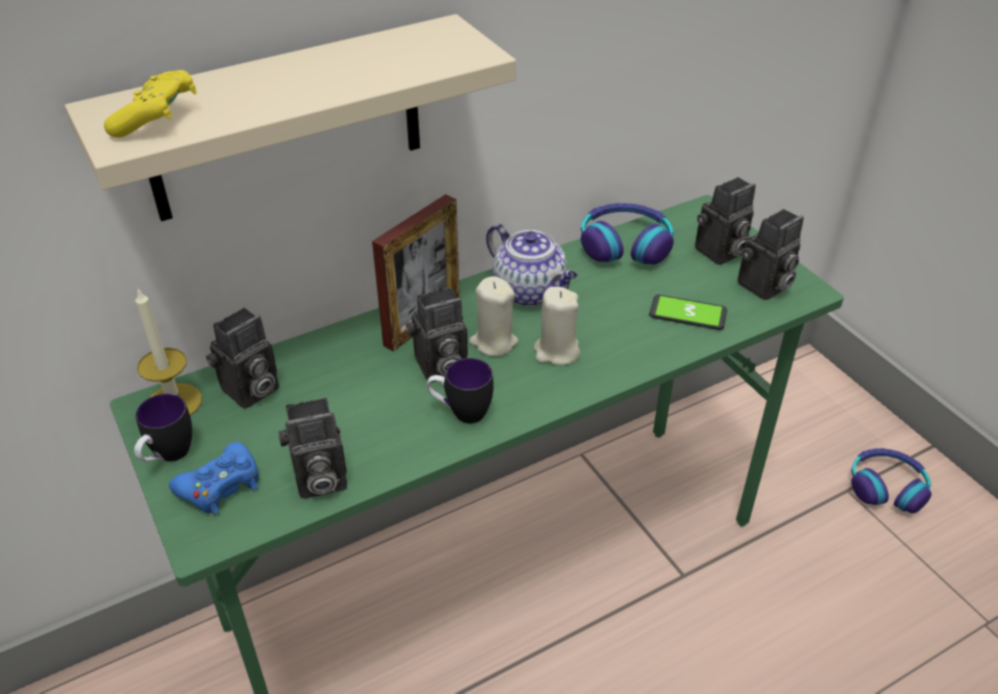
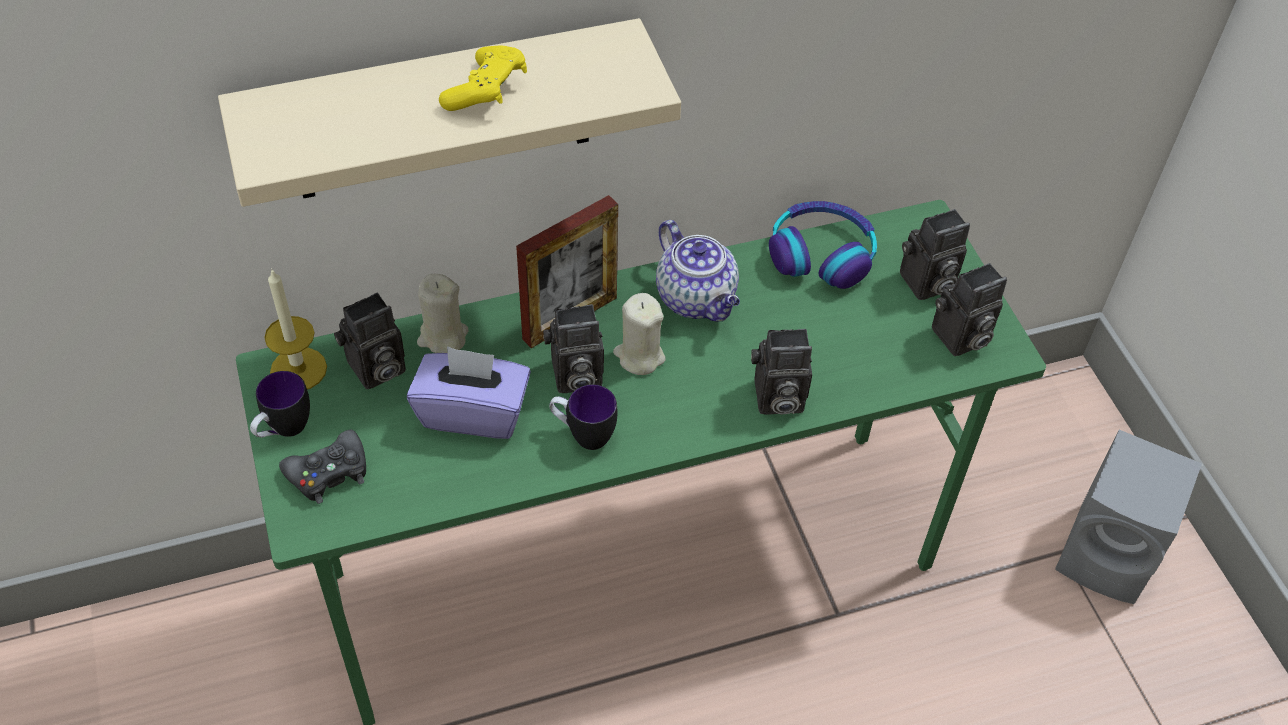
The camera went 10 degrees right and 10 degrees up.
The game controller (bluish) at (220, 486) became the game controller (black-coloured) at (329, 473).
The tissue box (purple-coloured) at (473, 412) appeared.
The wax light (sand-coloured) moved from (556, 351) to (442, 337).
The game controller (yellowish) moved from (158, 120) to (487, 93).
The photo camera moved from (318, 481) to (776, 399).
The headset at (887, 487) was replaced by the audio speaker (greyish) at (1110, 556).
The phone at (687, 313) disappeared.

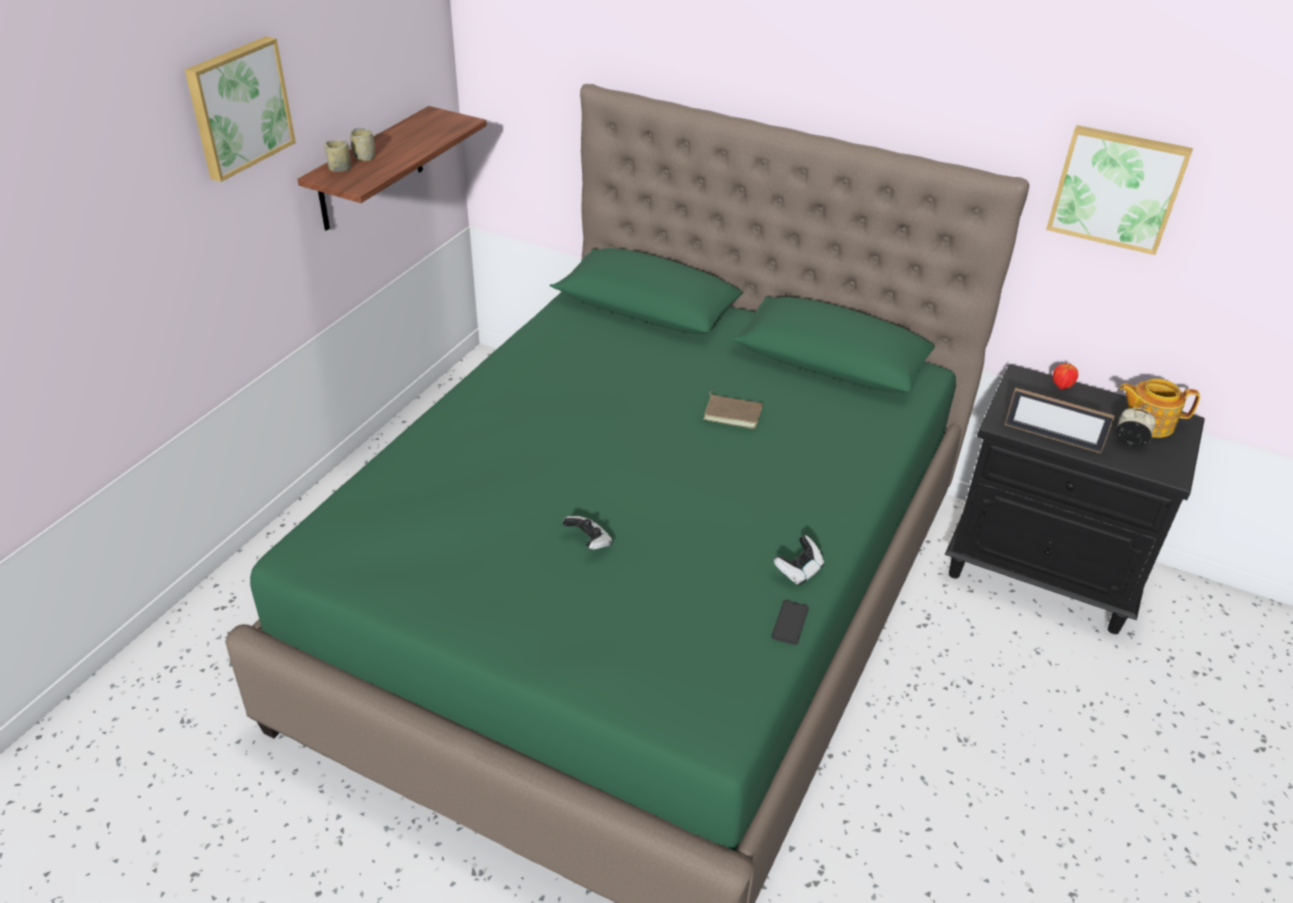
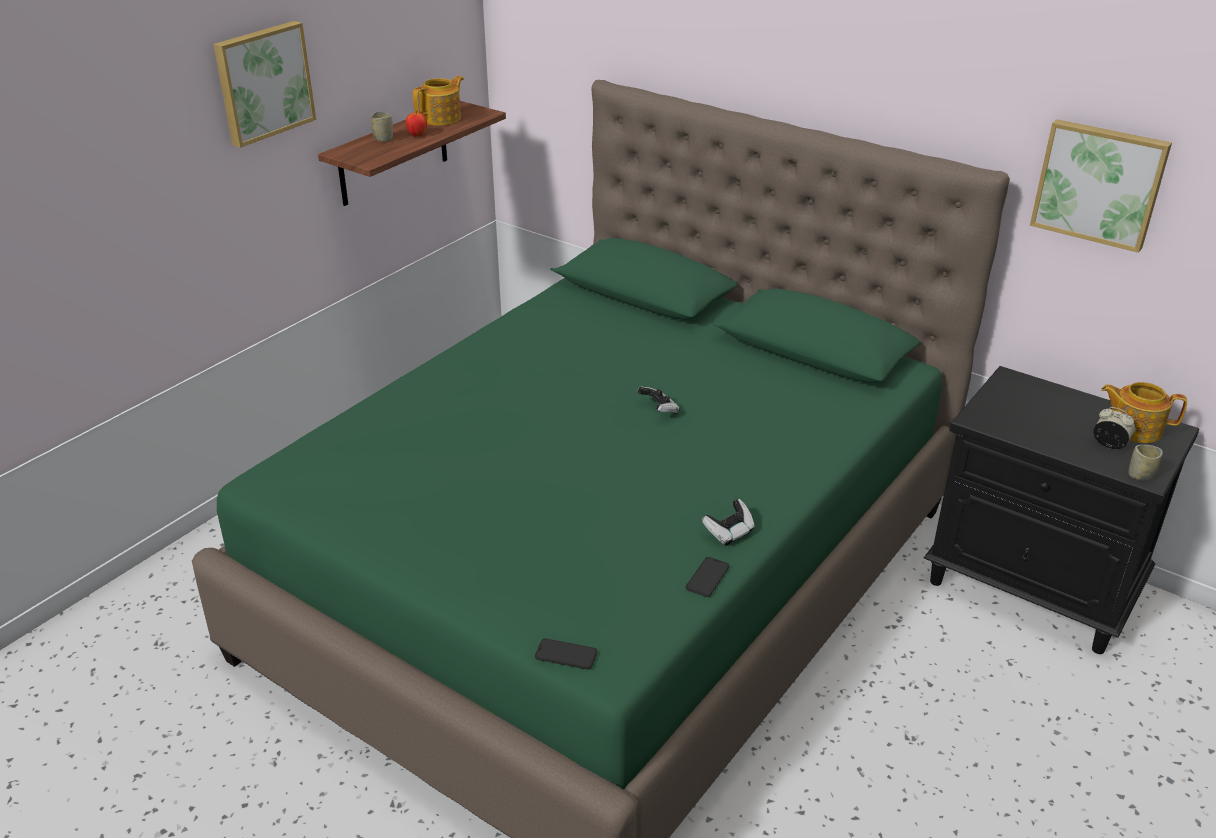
The camera went 10 degrees right and 5 degrees down.
The apple fruit moved from (1061, 386) to (417, 135).
The pot for tea at (442, 118) appeared.
The phone at (566, 654) appeared.
The game controller moved from (589, 542) to (659, 410).
The drinking cup moved from (340, 169) to (1140, 475).
The volume (brownish) at (733, 413) disappeared.
The picture frame at (1052, 438) disappeared.

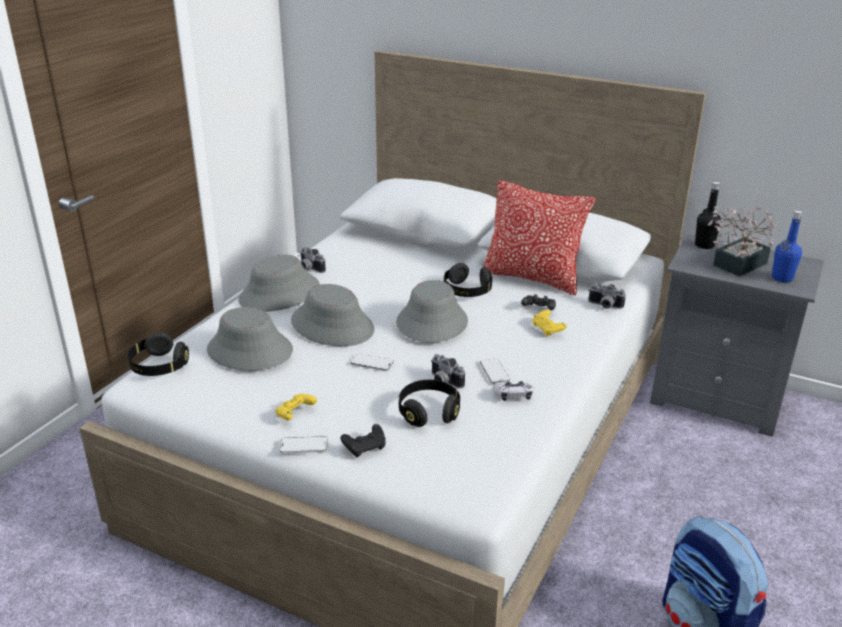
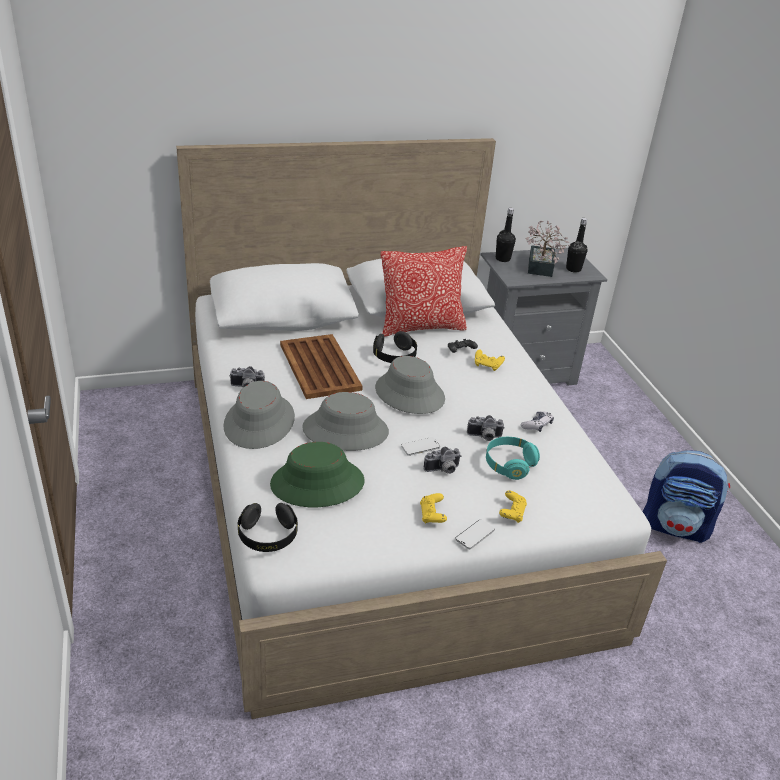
The camera went 45 degrees left and 5 degrees up.
The clothing hat (greyish) at (249, 351) became the clothing hat (greenish) at (317, 483).
The carrying tray (brownish) at (319, 367) appeared.
The photo camera moved from (604, 306) to (443, 470).
The headset (black-coloured) at (428, 412) became the headset (turquoise-coloured) at (509, 465).
The game controller (black-coloured) at (365, 448) became the game controller (yellowish) at (512, 513).
The drink bottle (bluish) at (782, 278) became the drink bottle (black-coloured) at (573, 269).
The phone at (494, 372) disappeared.

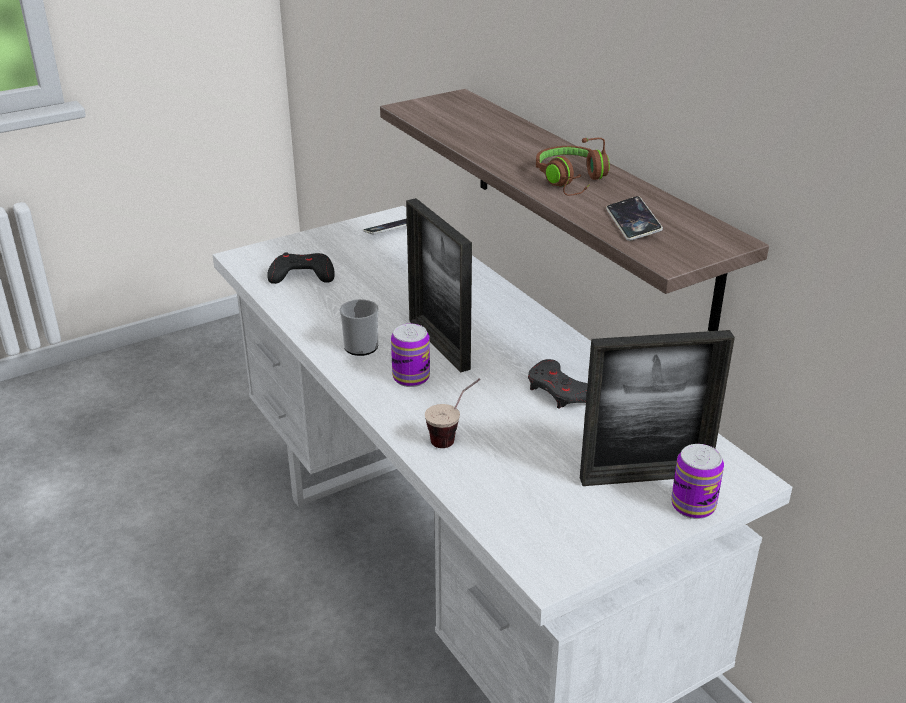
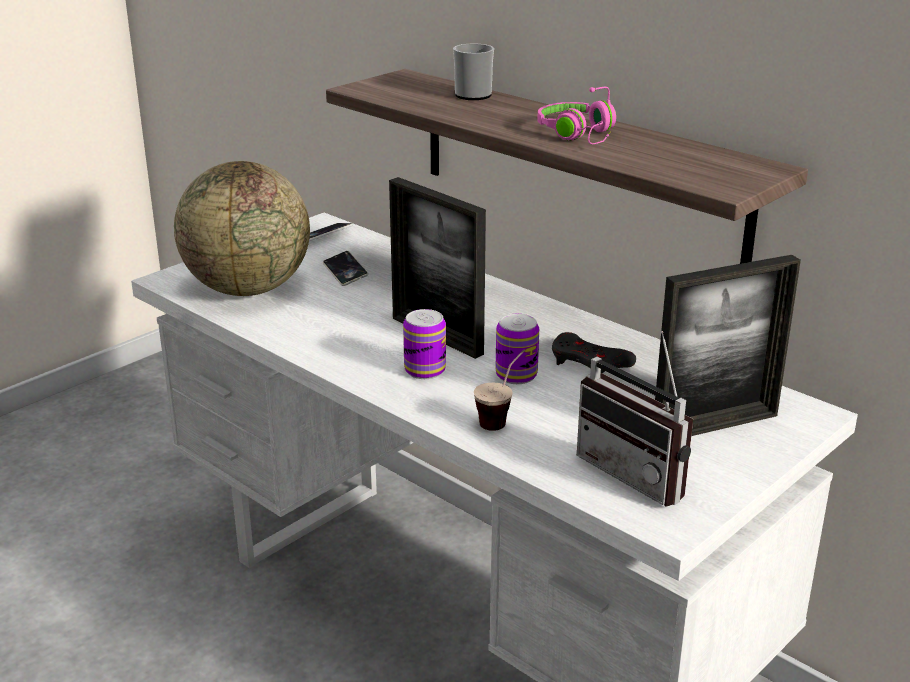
The camera went 15 degrees left and 5 degrees down.
The game controller (black-coloured) at (302, 275) was replaced by the world globe at (248, 289).
The phone moved from (632, 223) to (345, 272).
The coffee mug moved from (360, 344) to (470, 94).
The sealed can moved from (693, 506) to (516, 375).
The headset (brownish) at (572, 181) became the headset (pinkish) at (580, 135).
The radio receiver at (640, 473) appeared.

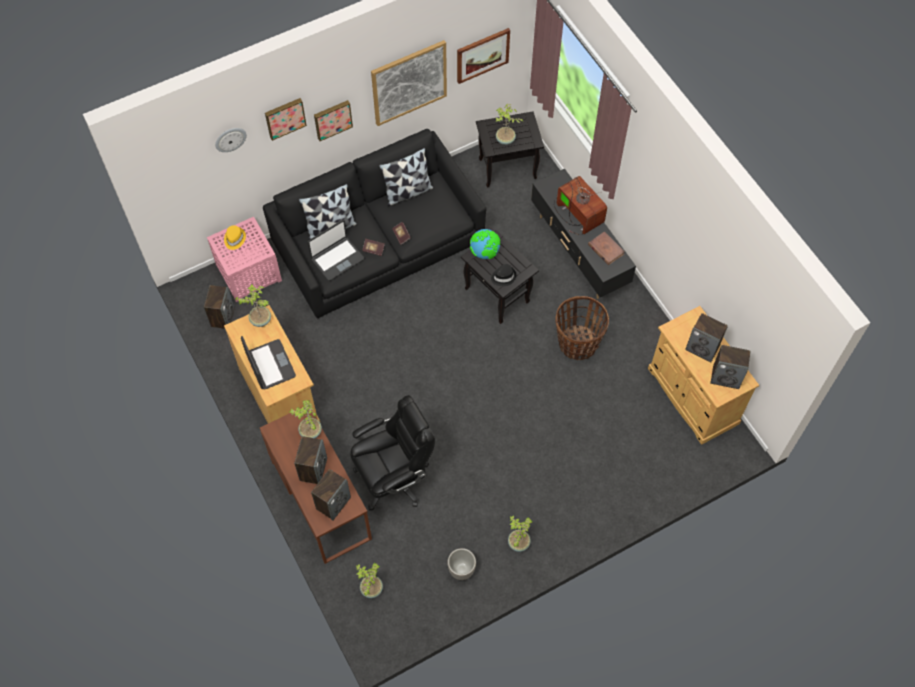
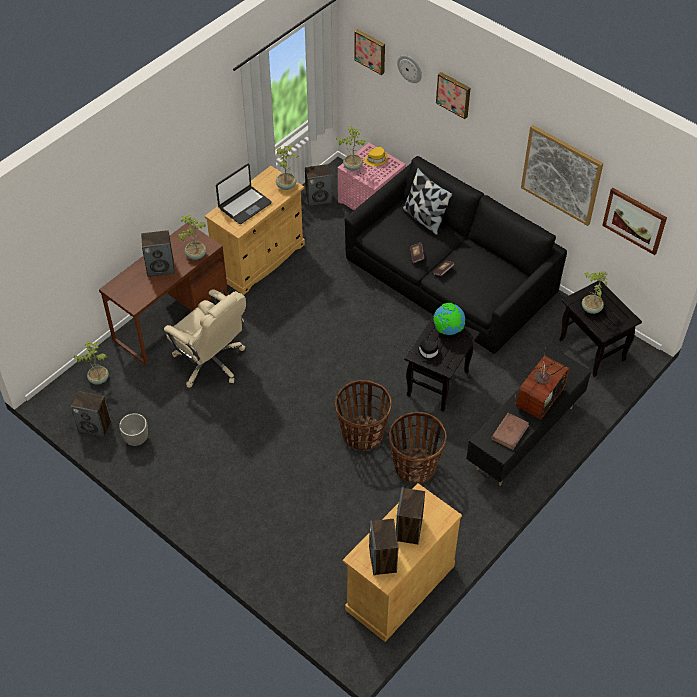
The camera went 70 degrees right and 10 degrees down.
The audio speaker moved from (333, 503) to (95, 426).
The desk chair (black-coloured) at (394, 477) became the desk chair (sand-coloured) at (211, 362).
The household basket at (362, 434) appeared.
The plant in a pot moved from (518, 543) to (352, 166).
The wall picture moved from (332, 119) to (371, 51).
The portable computer at (337, 258) disappeared.
The pillow at (407, 192) disappeared.

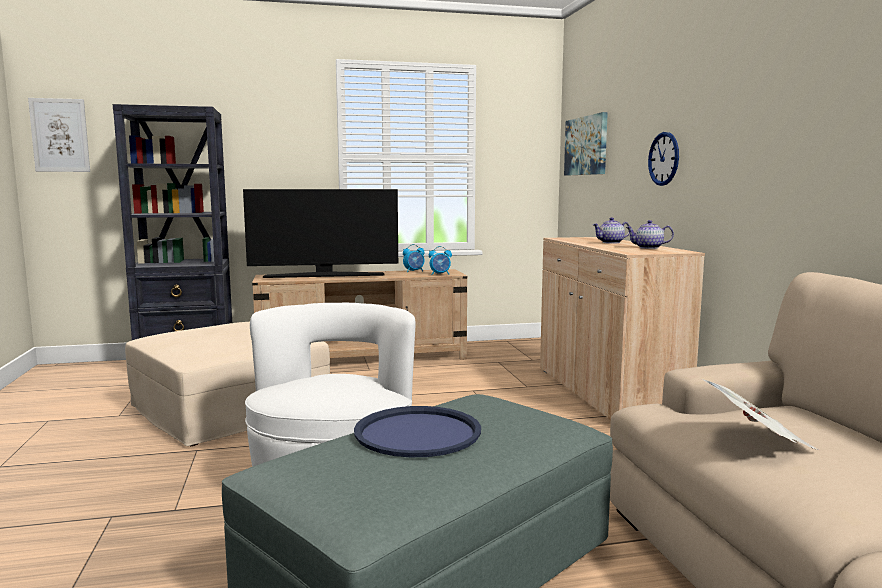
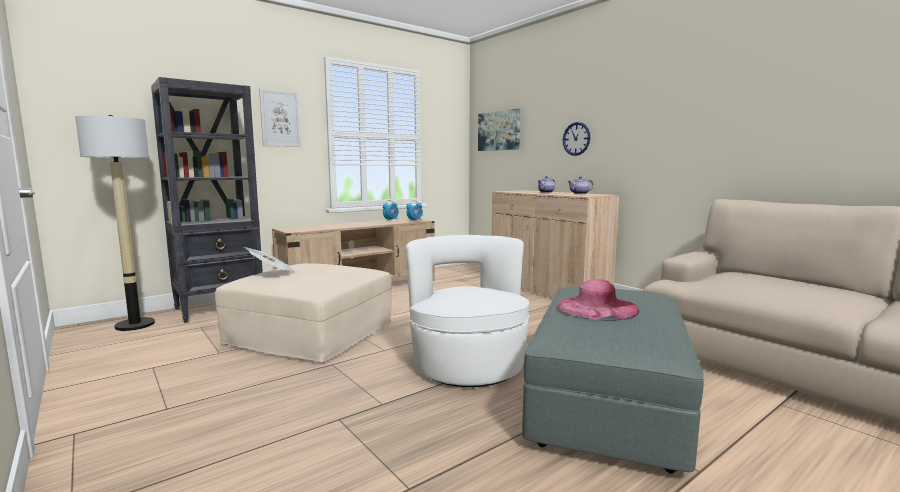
The camera went 25 degrees left and 0 degrees up.
The standard lamp at (134, 325) appeared.
The printed paper moved from (756, 441) to (272, 273).
The wall picture moved from (60, 135) to (280, 118).
The carrying tray (bluish) at (418, 433) was replaced by the clothing hat (pinkish) at (597, 307).
The television at (325, 276) disappeared.

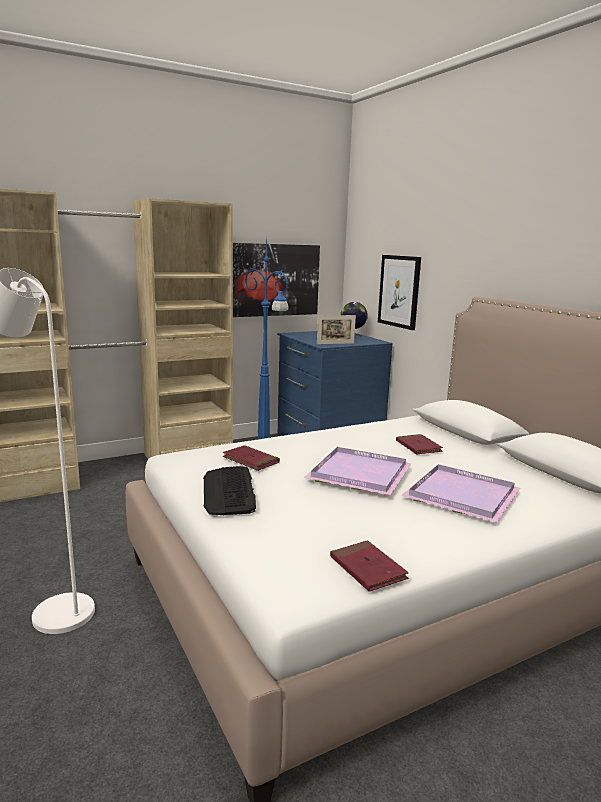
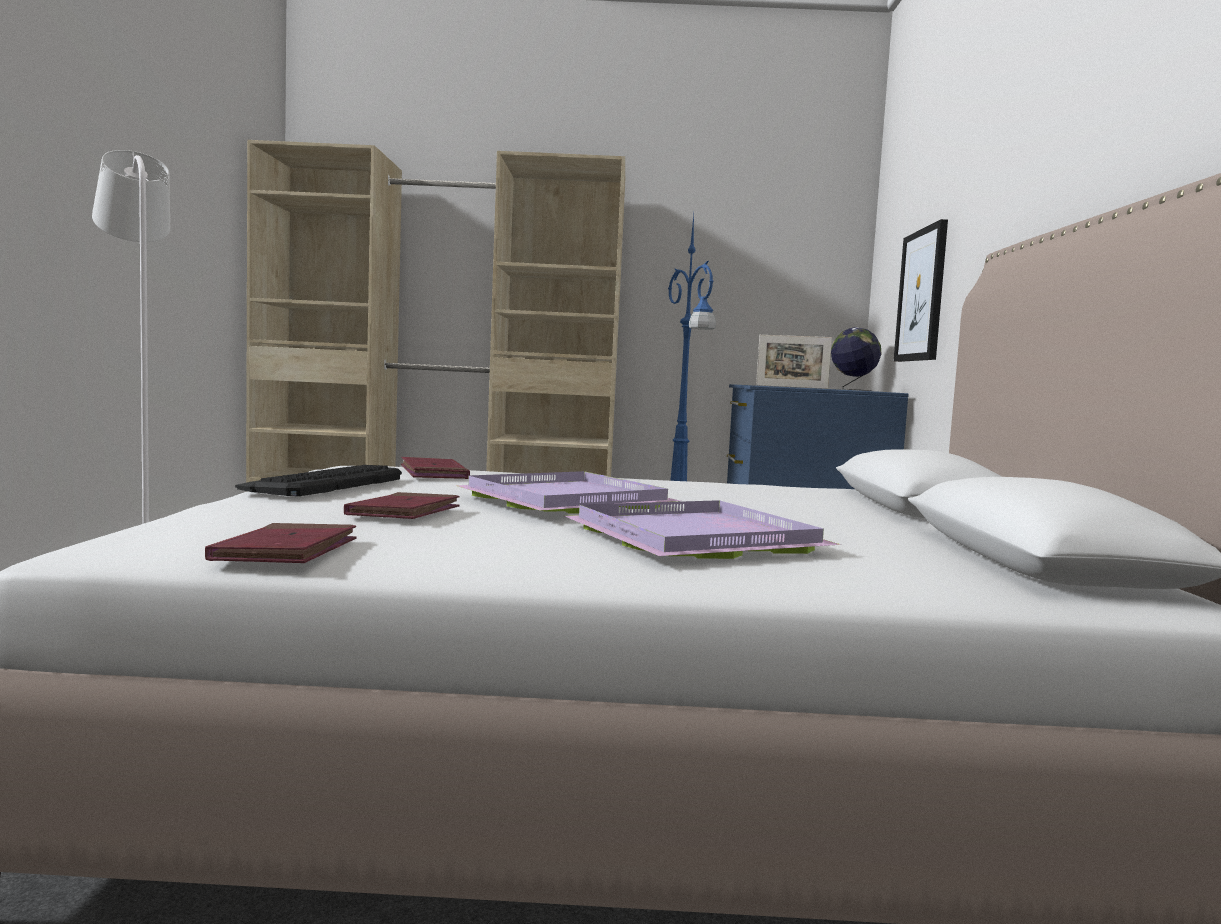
The camera went 30 degrees right and 10 degrees down.
The volume (red-coloured) moved from (418, 447) to (404, 513).
The wall picture at (271, 280) disappeared.

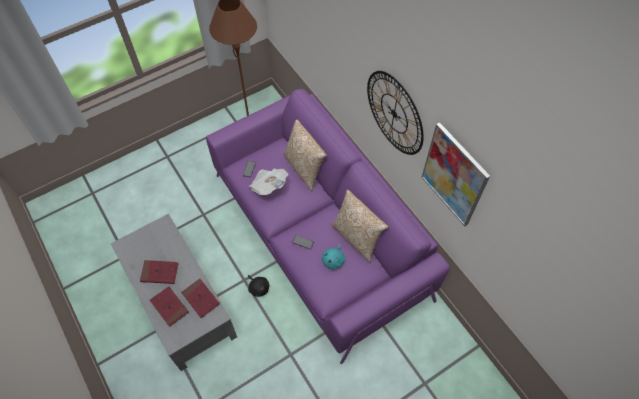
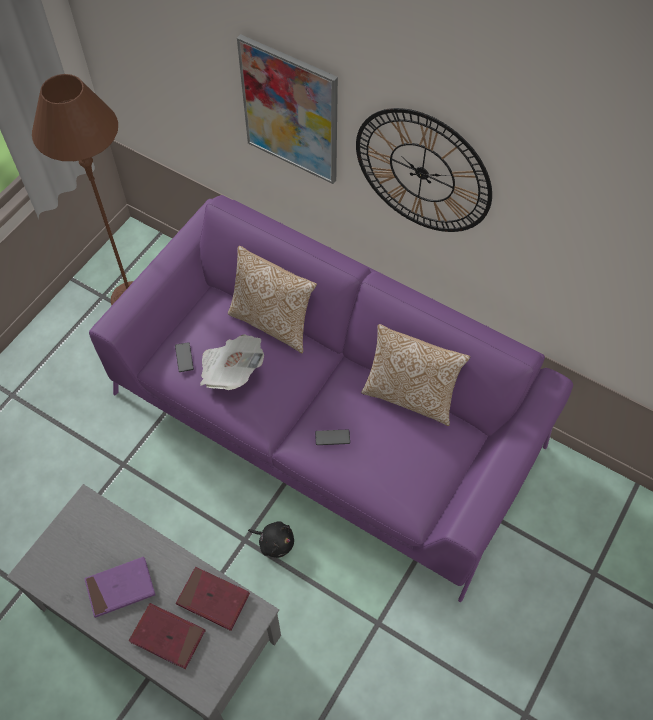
The camera went 25 degrees left and 0 degrees up.
The volume (red-coloured) at (159, 273) became the volume (purple-coloured) at (120, 588).
The wall picture moved from (454, 175) to (290, 111).
The cuddly toy (turquoise-coloured) at (334, 260) disappeared.

